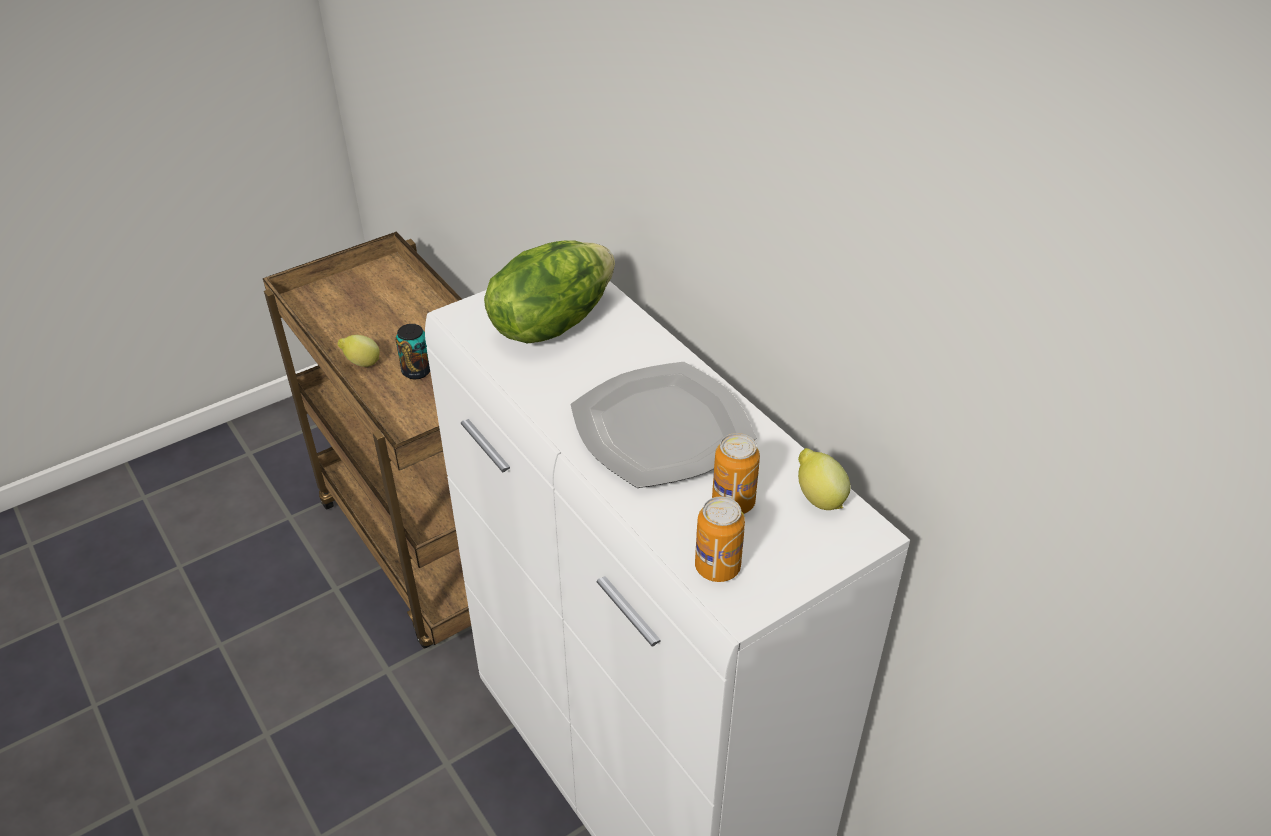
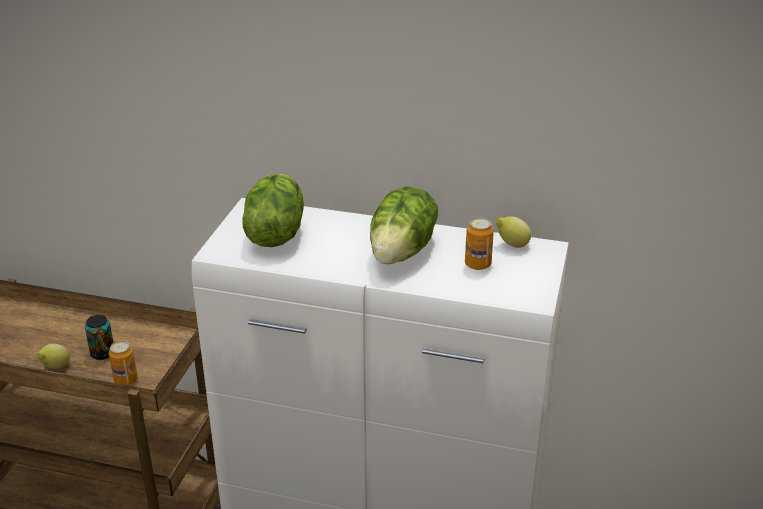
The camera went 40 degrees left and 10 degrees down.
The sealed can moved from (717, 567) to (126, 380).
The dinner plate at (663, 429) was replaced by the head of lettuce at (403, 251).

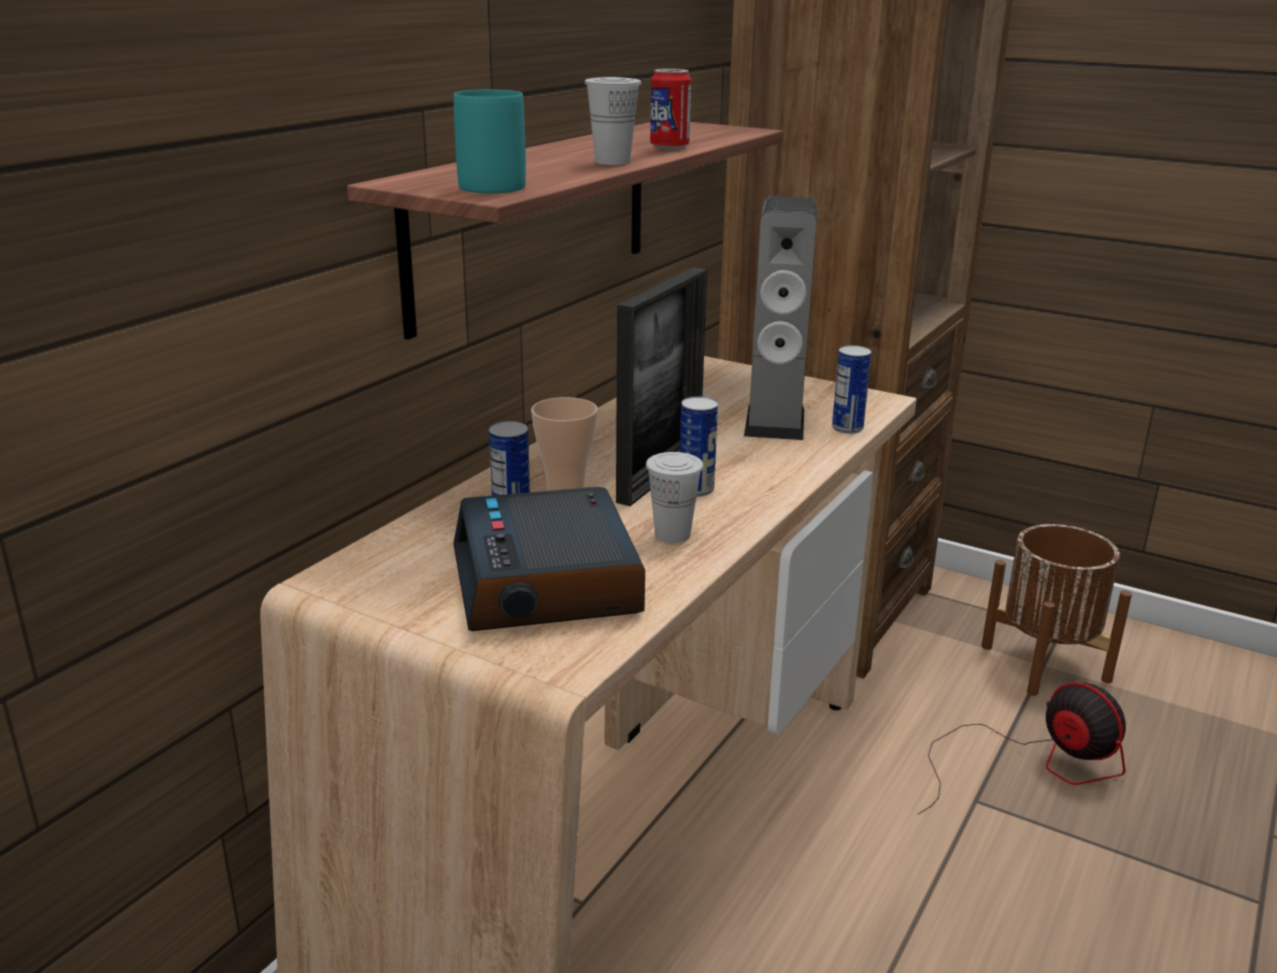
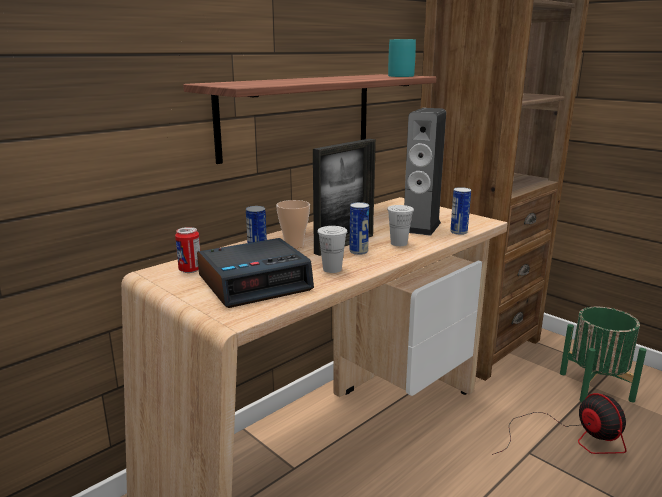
The camera went 15 degrees right and 5 degrees down.
The sealed can moved from (669, 148) to (190, 270).
The alarm clock at (548, 581) turned 120 degrees counterclockwise.
The drinking cup (white) moved from (612, 162) to (399, 243).
The coffee mug (turquoise-coloured) moved from (494, 184) to (402, 76).
The flower pot (brownish) at (1044, 663) became the flower pot (greenish) at (595, 386).

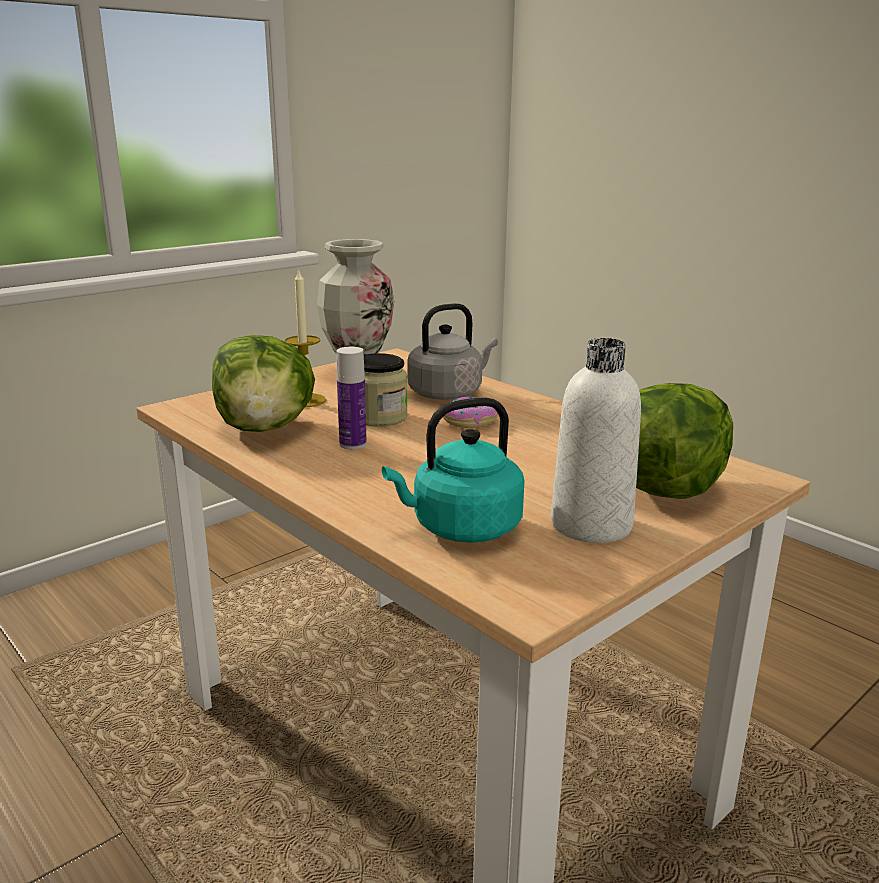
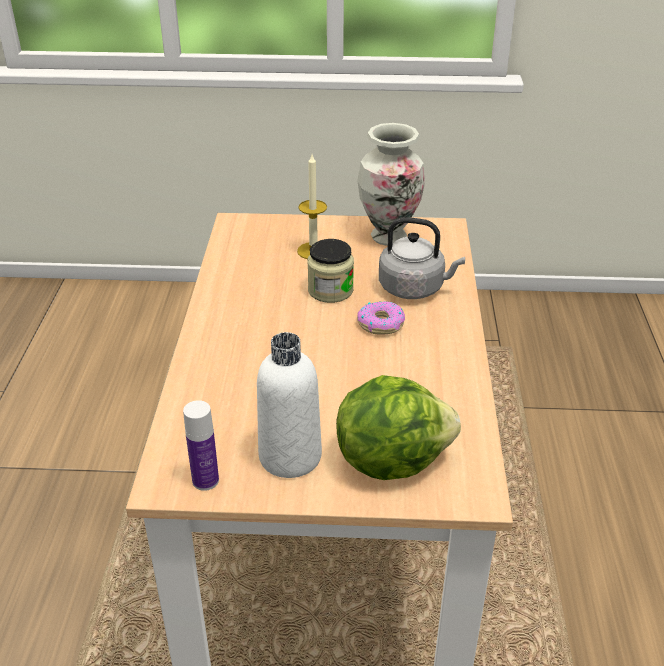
The camera went 45 degrees right and 15 degrees up.
The drink bottle moved from (353, 444) to (205, 480).
The head of lettuce at (265, 428) disappeared.
The tea kettle (turquoise-coloured) at (461, 528) disappeared.

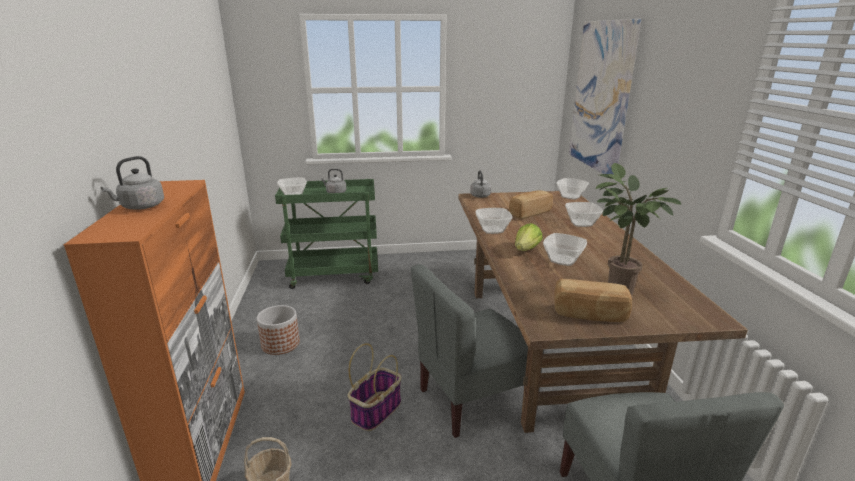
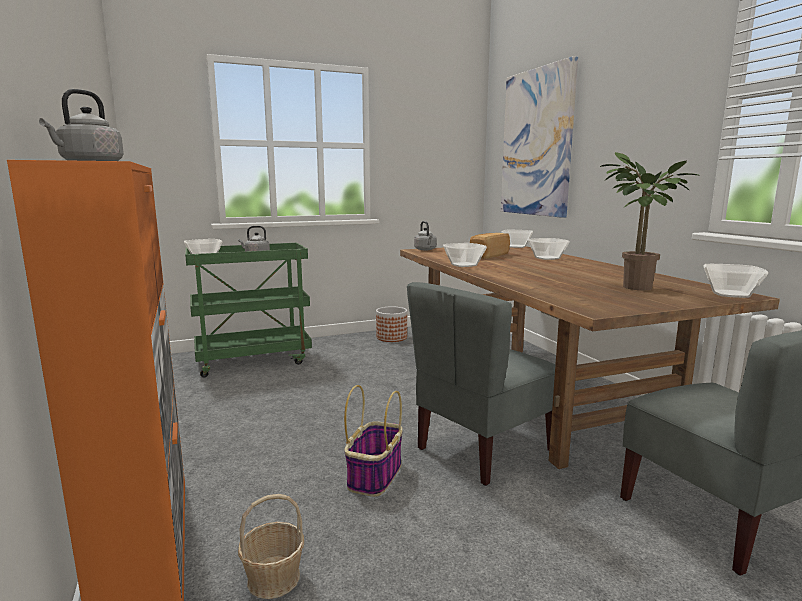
The camera went 15 degrees left and 10 degrees down.
The flower pot moved from (280, 344) to (391, 337).
The serving bowl moved from (563, 260) to (731, 294).
The head of lettuce at (526, 250) disappeared.
The bakery bread at (589, 314) disappeared.

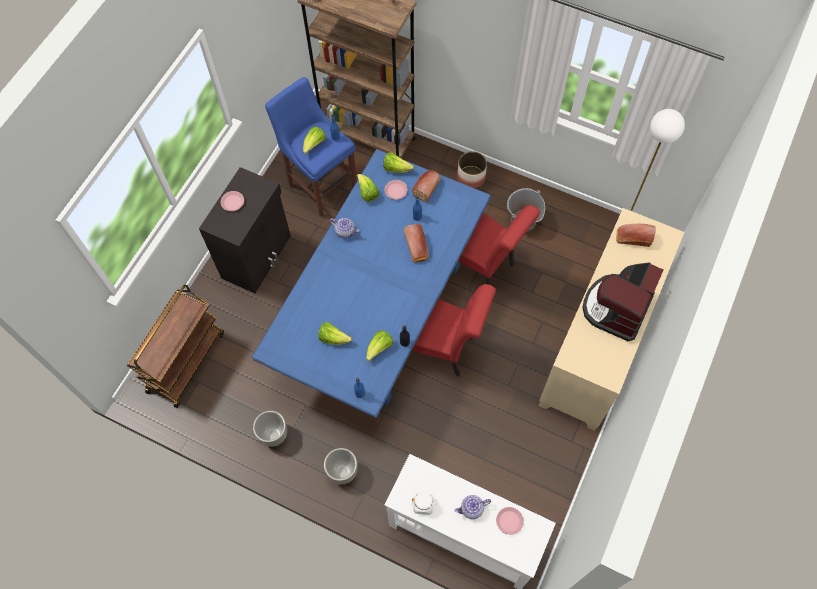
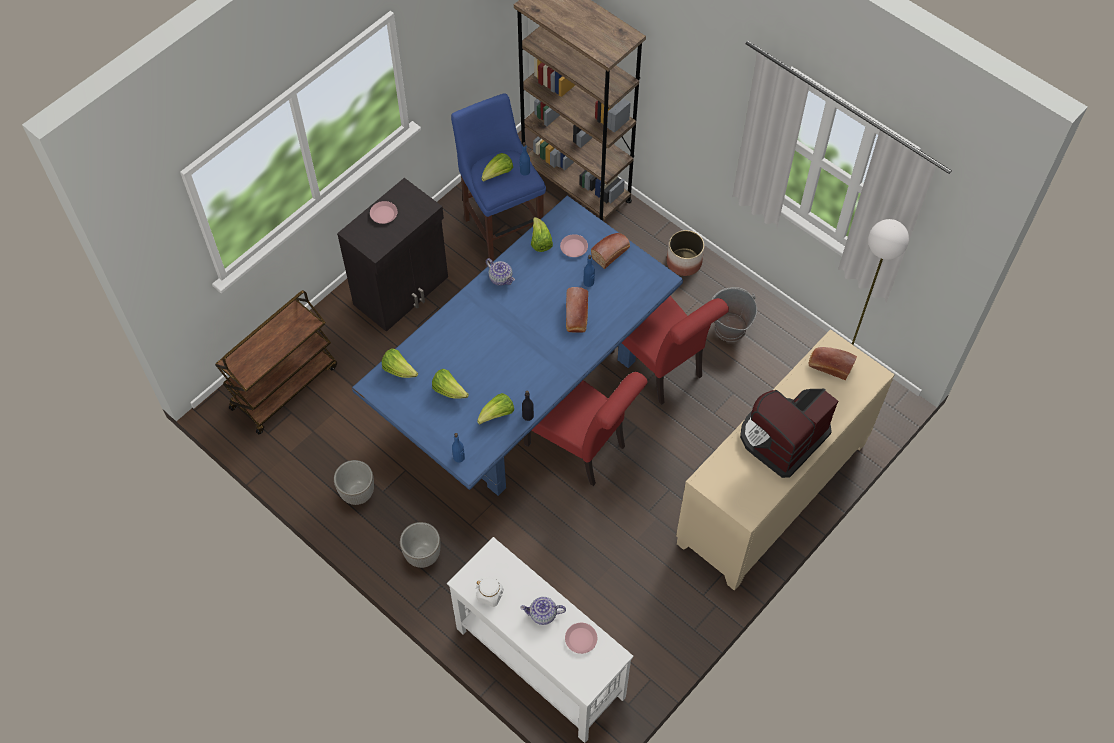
The camera went 15 degrees right and 5 degrees down.
The head of lettuce moved from (396, 168) to (399, 370).

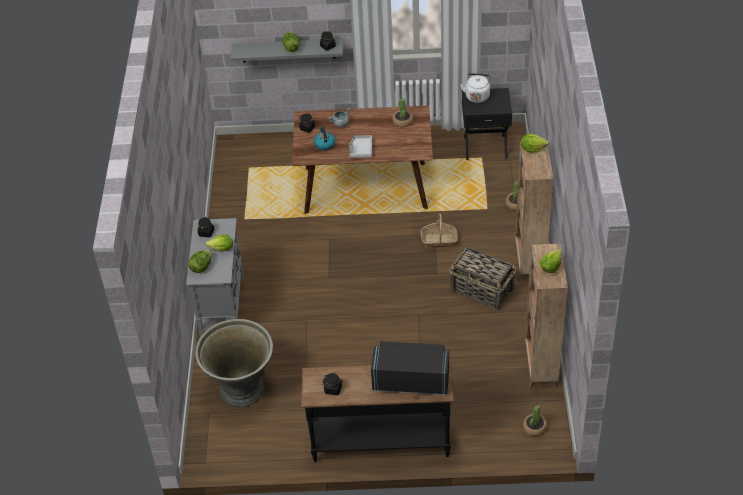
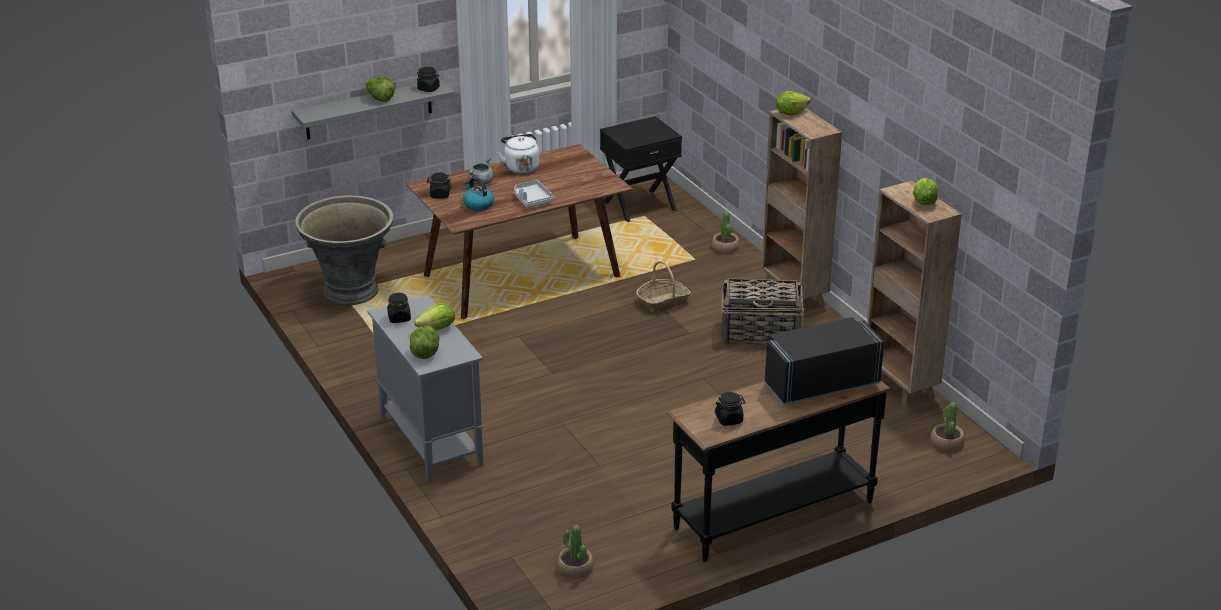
The camera went 30 degrees left and 15 degrees down.
The flower pot (greyish) moved from (241, 391) to (351, 293).
The tea kettle (white) moved from (477, 96) to (520, 167).
The plant in a pot moved from (402, 122) to (575, 569).

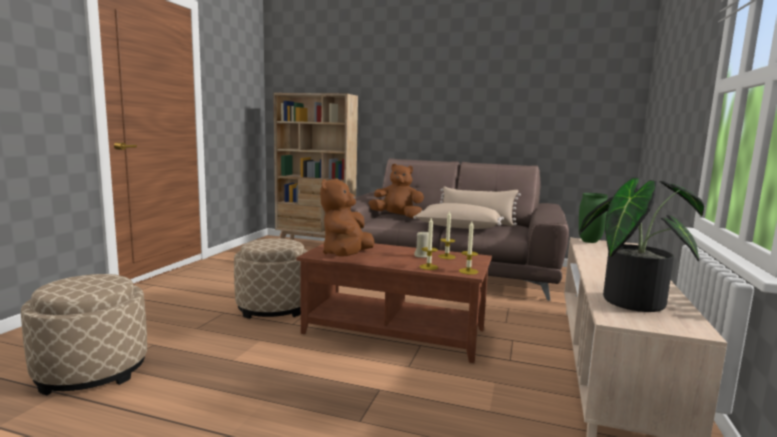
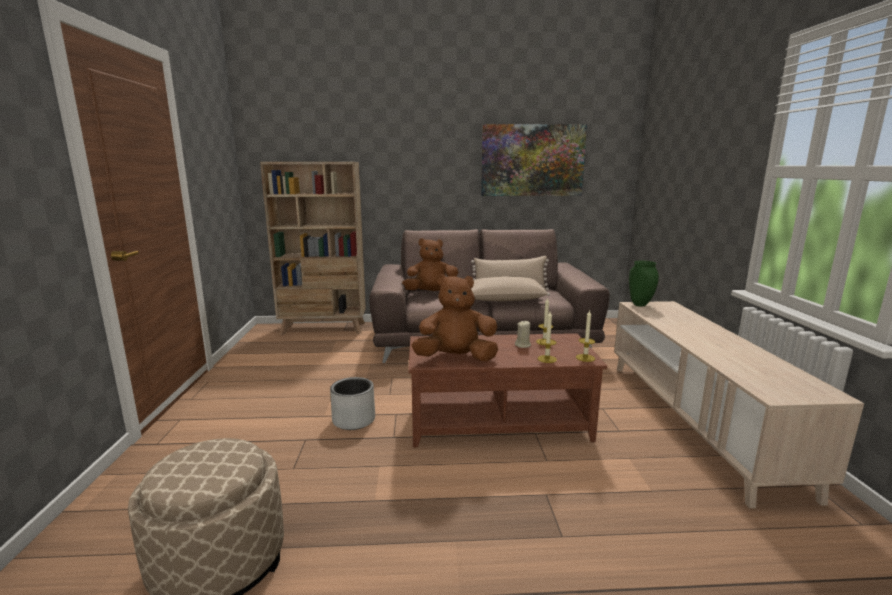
The camera went 20 degrees left and 5 degrees up.
The ottoman (sand-coloured) at (273, 307) was replaced by the flower pot (greyish) at (354, 420).
The cuddly toy (brownish) at (346, 256) turned 90 degrees clockwise.
The wall picture at (532, 160) appeared.
The plant in a pot at (630, 300) disappeared.

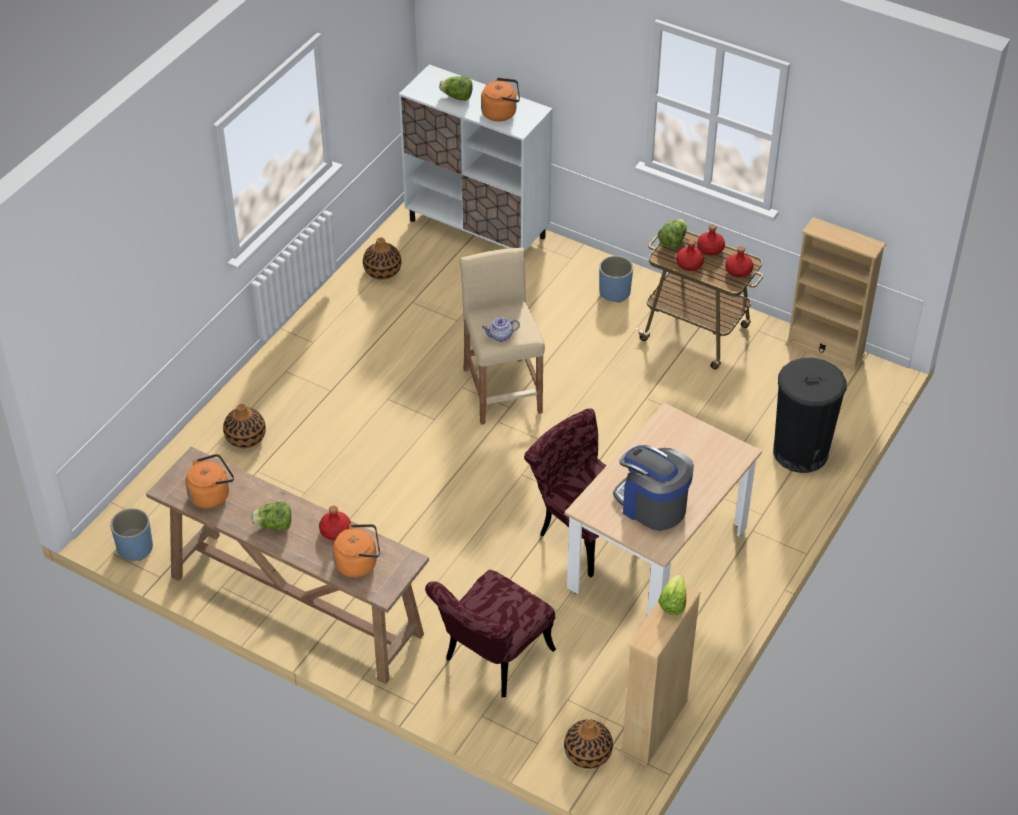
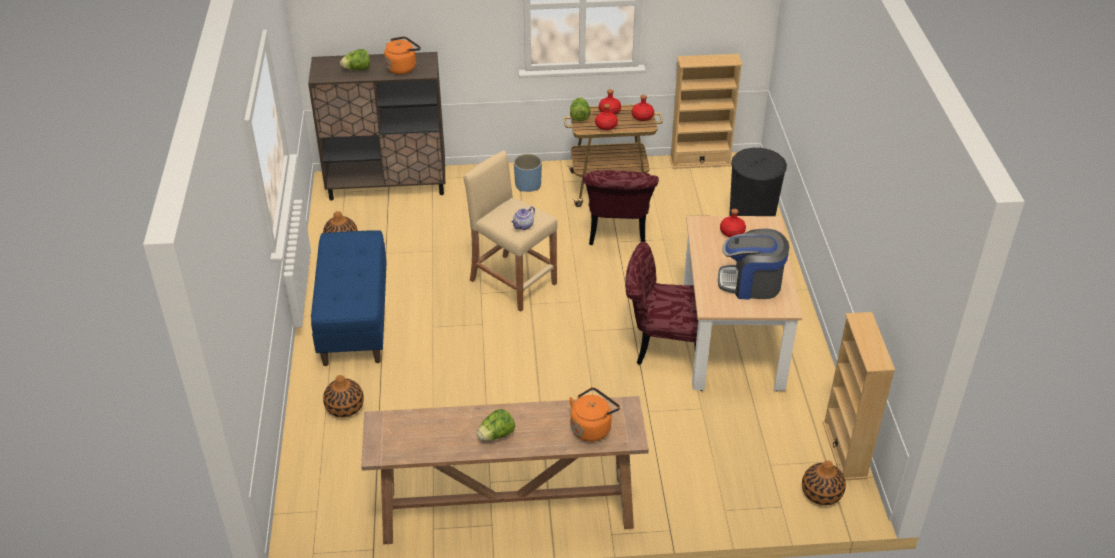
The camera went 35 degrees left and 5 degrees down.
The storage cabinet (white) at (477, 229) became the storage cabinet (brownish) at (387, 185).
The bench (bluish) at (354, 319) appeared.
The plain chair (red-coloured) moved from (491, 661) to (618, 234).
The drink bottle (red-coloured) moved from (335, 531) to (732, 232).
The flower pot (bluish) at (135, 548) disappeared.
The tea kettle (orangey) at (211, 494) disappeared.
The head of lettuce at (673, 603) disappeared.

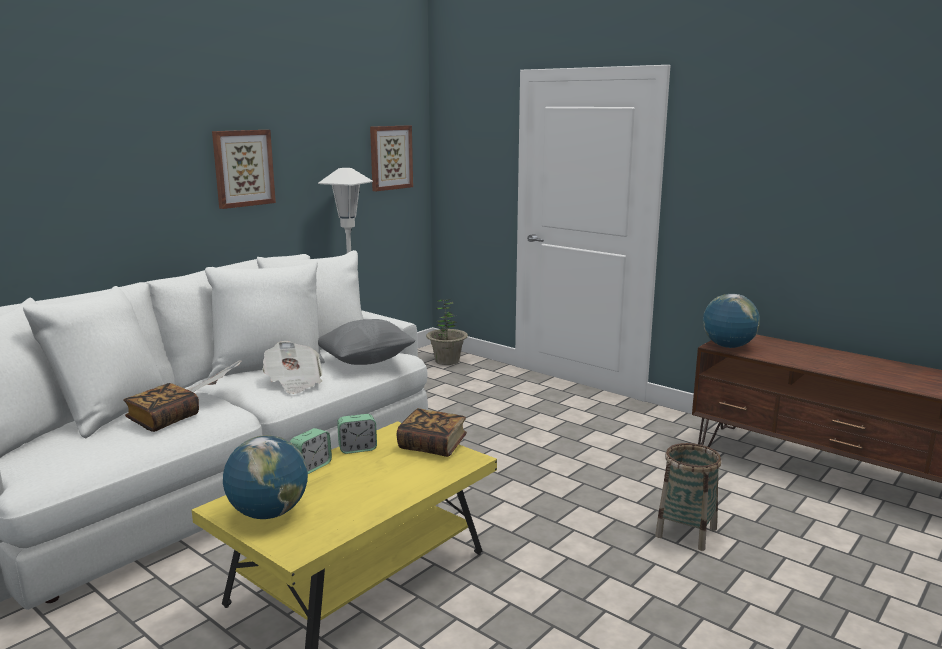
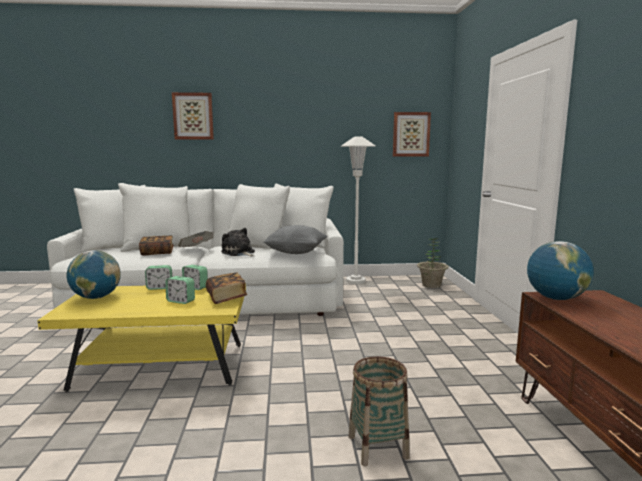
The camera went 45 degrees right and 5 degrees down.
The alarm clock at (181, 301) appeared.
The wall picture moved from (243, 168) to (193, 116).
The printed paper at (294, 382) was replaced by the cuddly toy at (239, 253).

